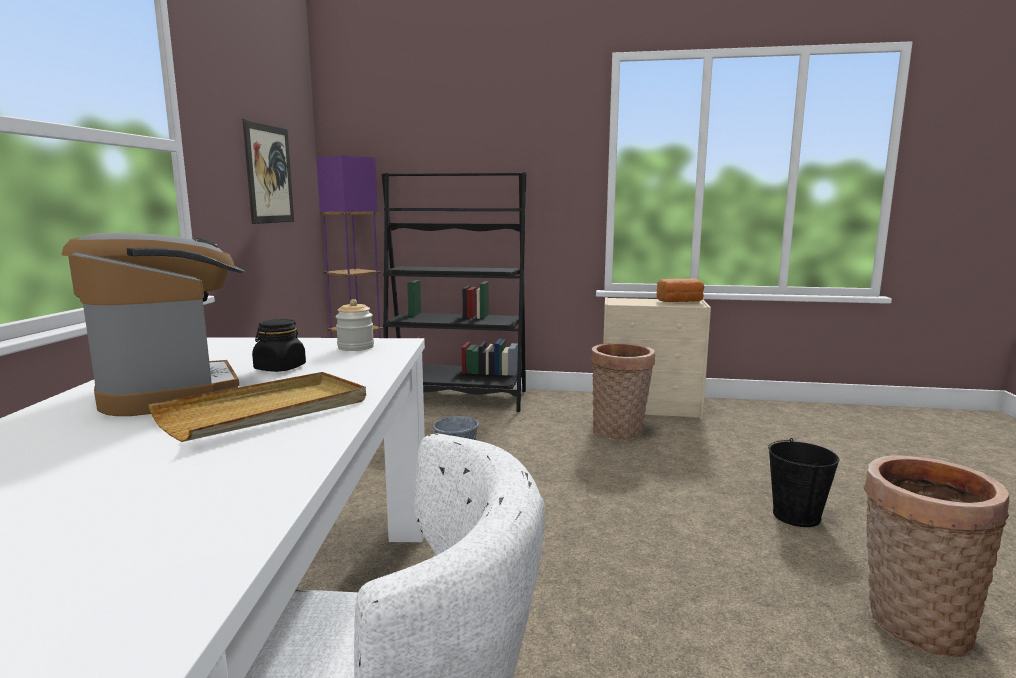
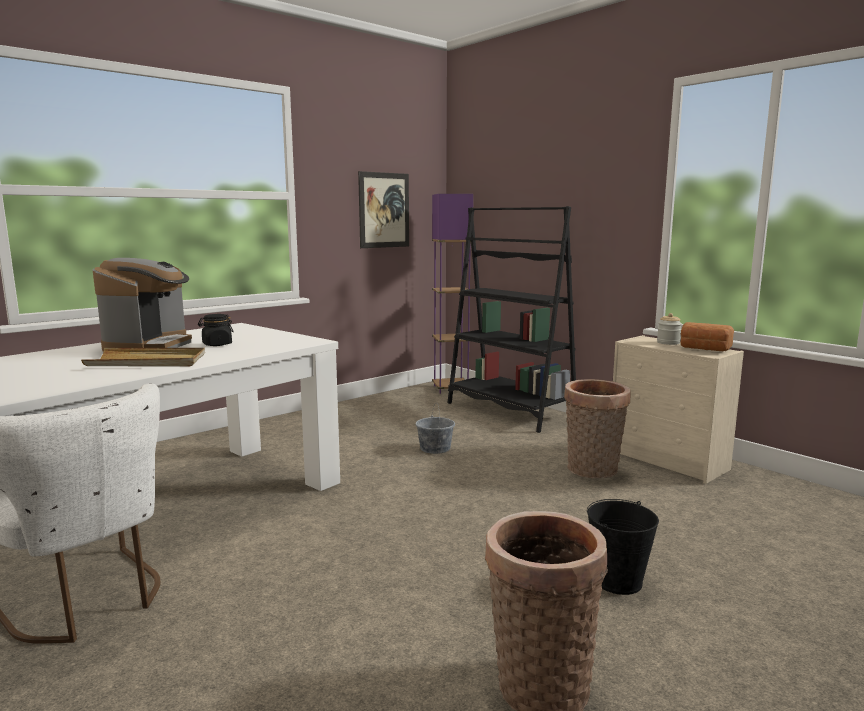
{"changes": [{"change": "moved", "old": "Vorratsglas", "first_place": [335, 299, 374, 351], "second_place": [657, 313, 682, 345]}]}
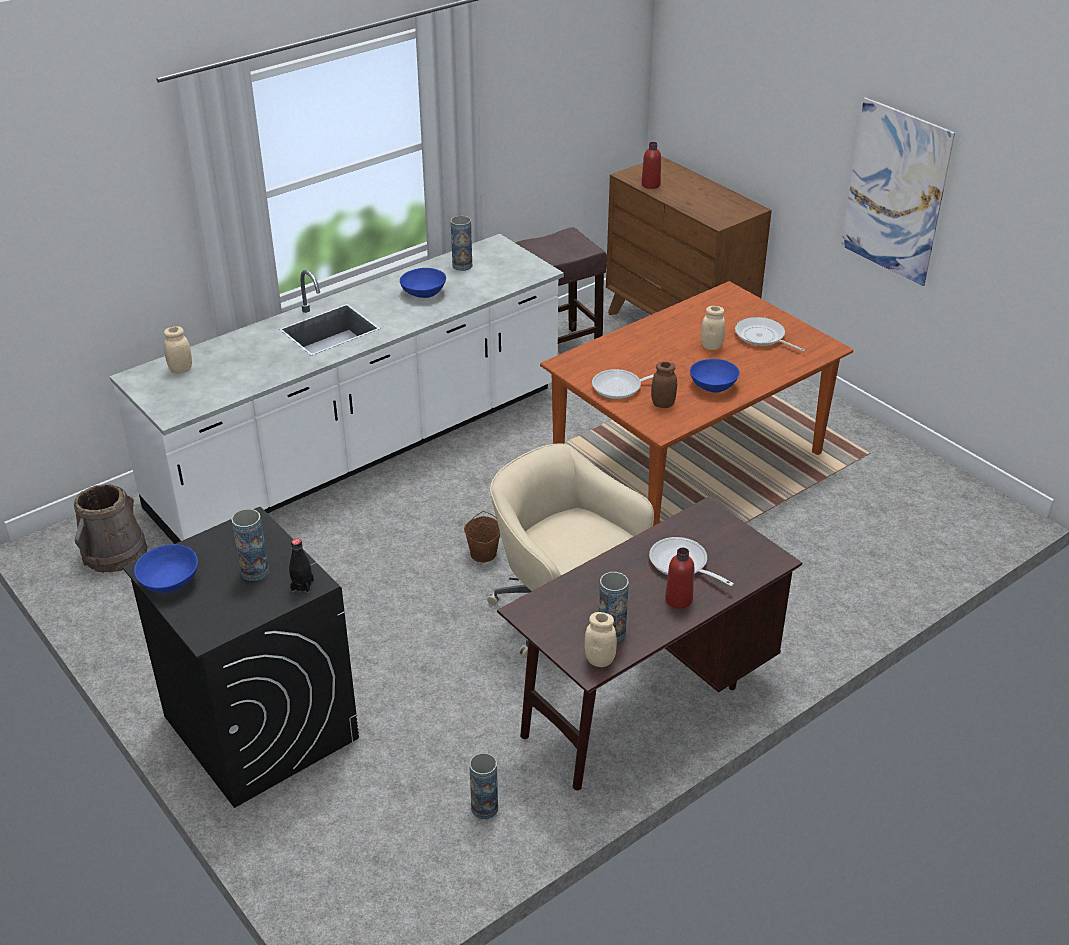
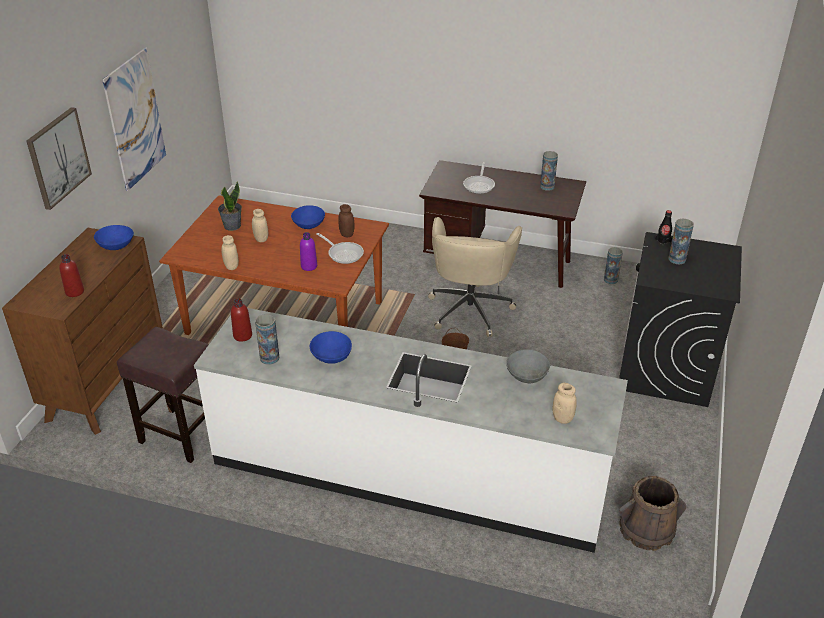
{"changes": [{"change": "moved", "old": "Schüssel [blau]", "first_place": [134, 544, 198, 593], "second_place": [94, 225, 134, 250]}, {"change": "moved", "old": "Vorratsglas [beige]", "first_place": [585, 612, 617, 667], "second_place": [221, 235, 239, 270]}, {"change": "moved", "old": "Flasche [rot]", "first_place": [665, 547, 695, 609], "second_place": [231, 298, 252, 342]}, {"change": "replaced", "old": "Pfanne", "new": "Topfpflanze", "first_place": [735, 317, 805, 352], "second_place": [218, 182, 242, 231]}, {"change": "added", "new": "Bild", "second_place": [27, 107, 92, 210]}, {"change": "added", "new": "Flasche [lila]", "second_place": [300, 232, 317, 271]}, {"change": "added", "new": "Schüssel [grau]", "second_place": [506, 349, 550, 383]}]}
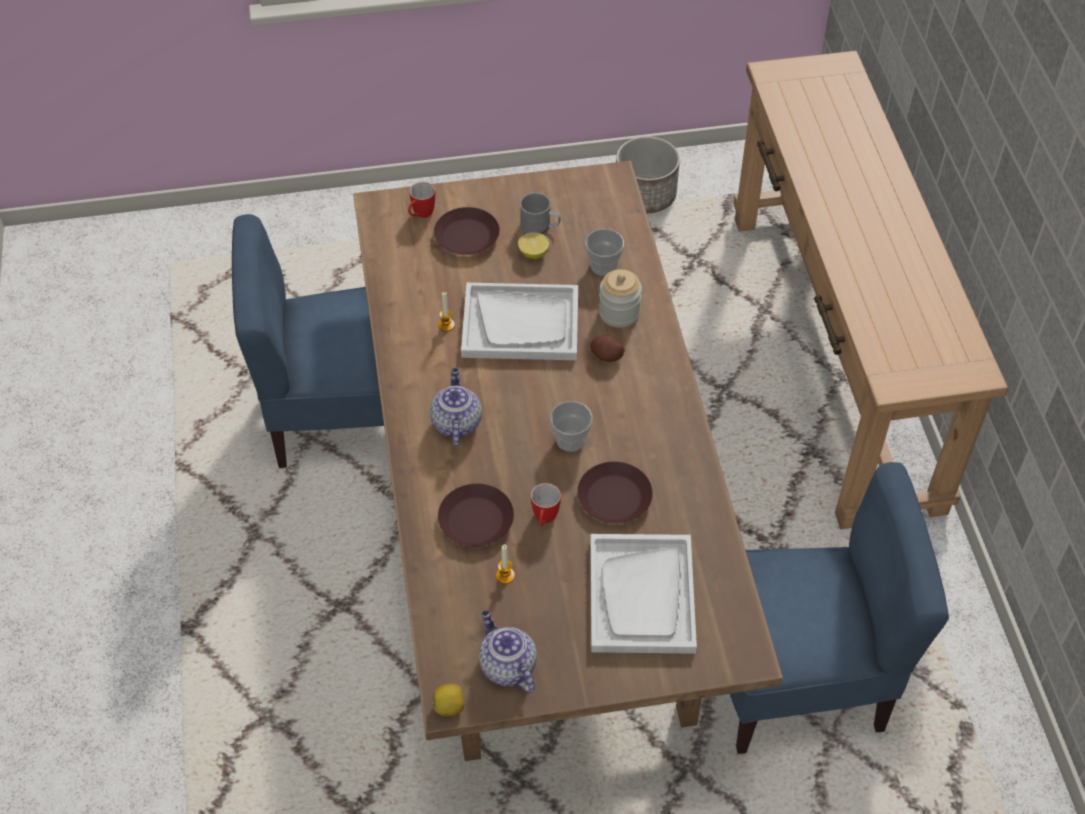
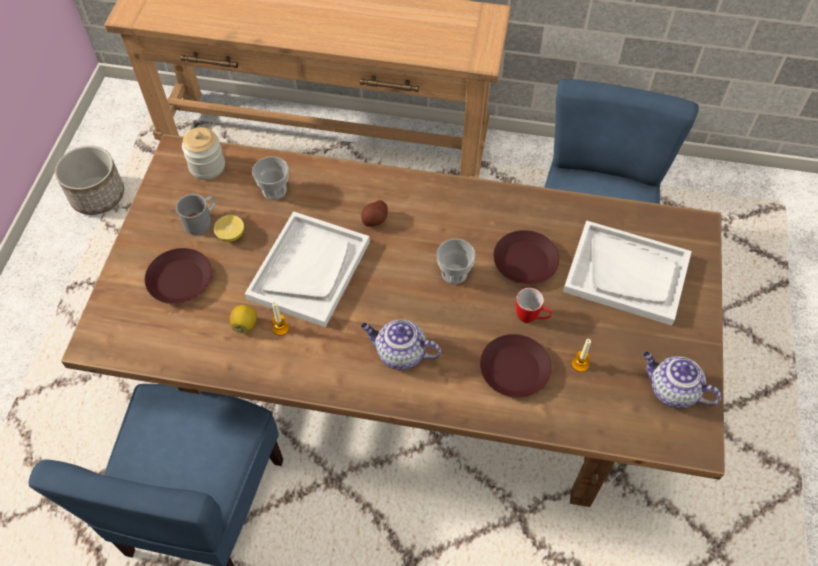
{"changes": [{"change": "removed", "old": "Henkelbecher", "first_place": [408, 182, 435, 218]}, {"change": "moved", "old": "Zitrone", "first_place": [432, 683, 464, 716], "second_place": [230, 305, 257, 334]}, {"change": "turned", "old": "Teekanne", "first_place": [479, 611, 537, 694], "second_place": [643, 352, 721, 408], "degrees": 45}, {"change": "moved", "old": "Vorratsglas", "first_place": [599, 269, 642, 328], "second_place": [182, 127, 225, 180]}]}
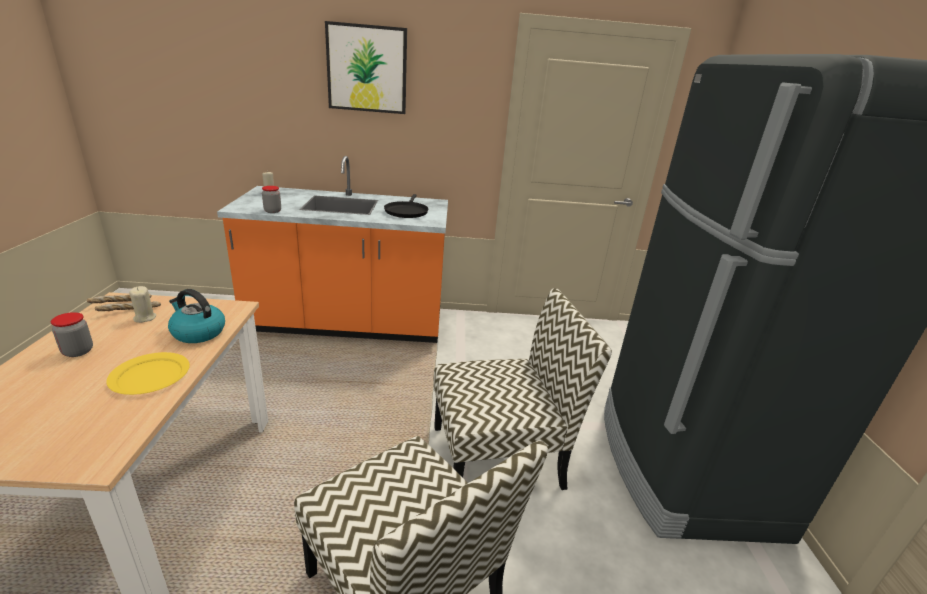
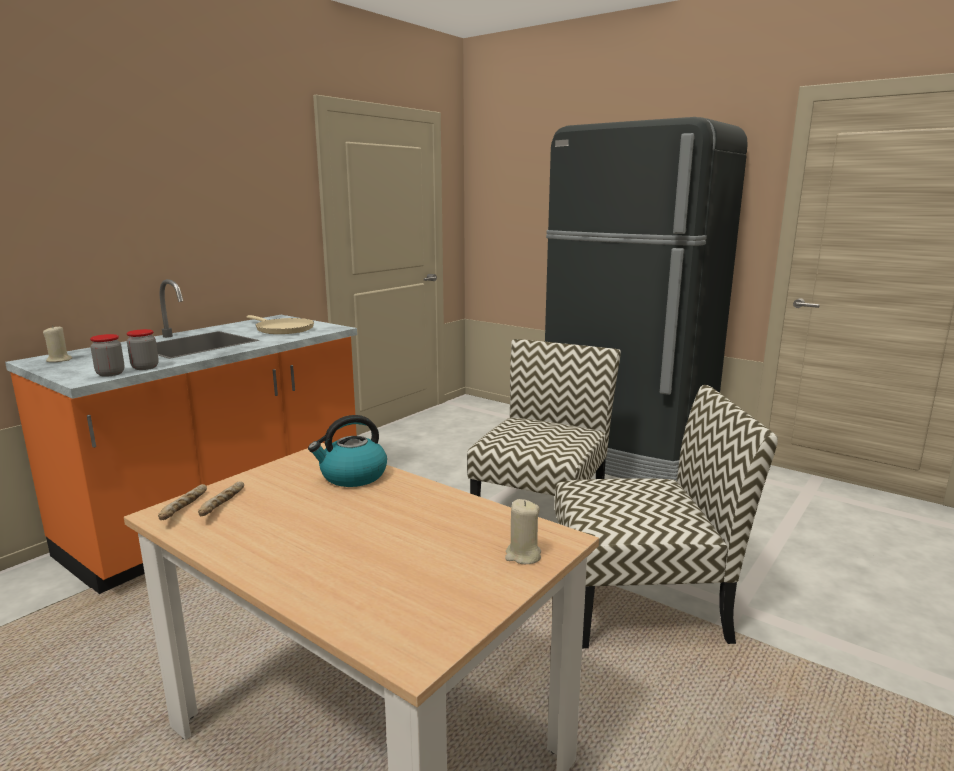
{"changes": [{"change": "moved", "old": "Vorratsglas", "first_place": [51, 312, 93, 357], "second_place": [90, 334, 125, 377]}, {"change": "removed", "old": "Teller [gelb]", "first_place": [106, 352, 190, 395]}, {"change": "moved", "old": "Kerze [beige]", "first_place": [129, 286, 156, 323], "second_place": [505, 499, 541, 564]}, {"change": "removed", "old": "Bild", "first_place": [325, 21, 407, 114]}, {"change": "recoloured", "old": "Pfanne [schwarz]", "new": "Pfanne [beige]", "first_place": [384, 194, 428, 218], "second_place": [247, 315, 314, 334]}]}
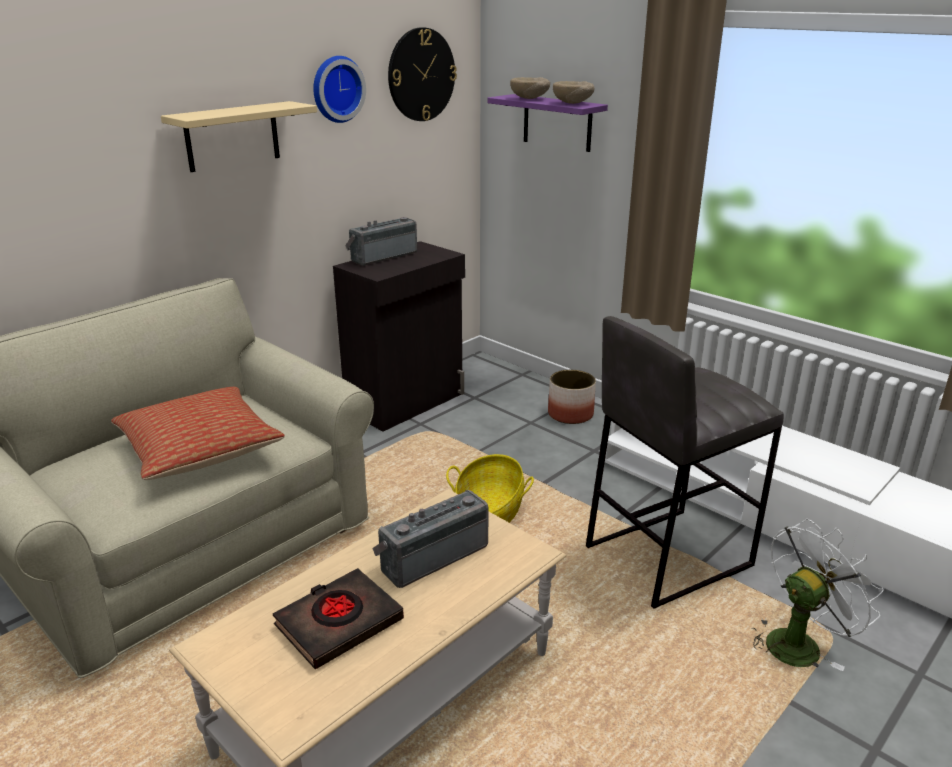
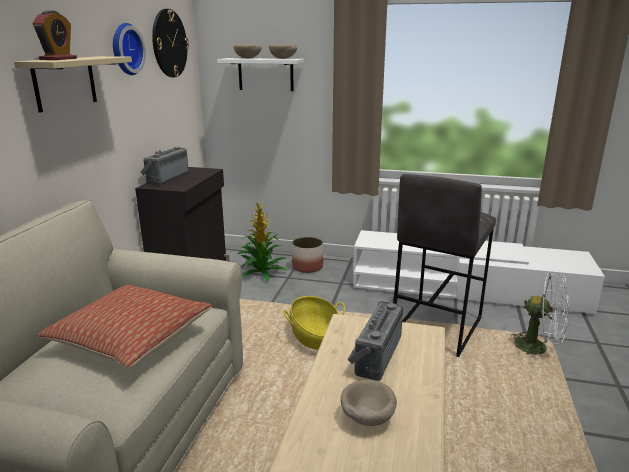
{"changes": [{"change": "replaced", "old": "Buch [schwarz]", "new": "Schüssel [beige]", "first_place": [273, 568, 404, 669], "second_place": [341, 380, 397, 426]}, {"change": "recoloured", "old": "Wandregal [lila]", "new": "Wandregal [weiß]", "first_place": [487, 94, 608, 152], "second_place": [217, 58, 304, 91]}, {"change": "turned", "old": "Ventilator [weiß]", "first_place": [753, 519, 884, 671], "second_place": [511, 273, 569, 355], "degrees": 90}, {"change": "added", "new": "Wecker", "second_place": [33, 10, 77, 60]}, {"change": "added", "new": "Topfpflanze", "second_place": [238, 201, 287, 281]}]}
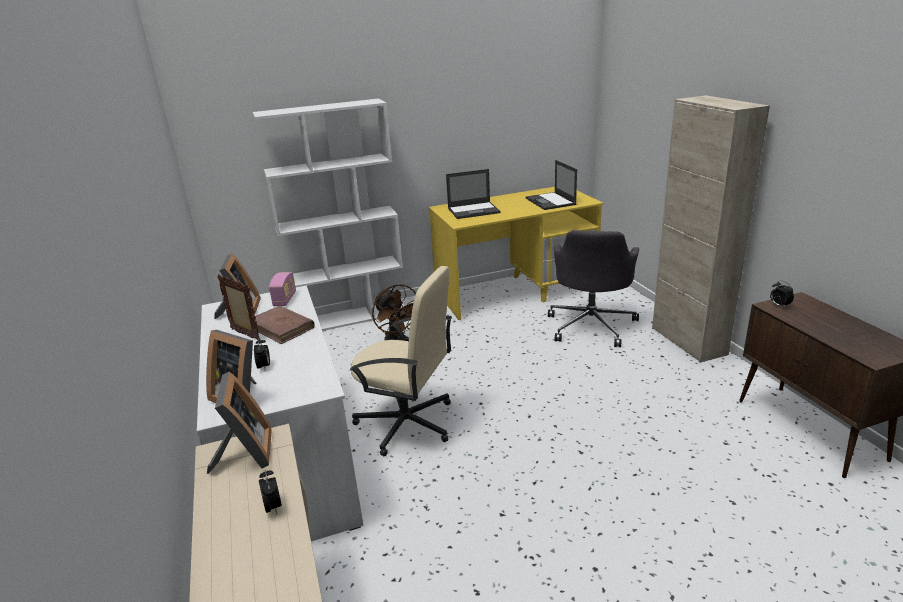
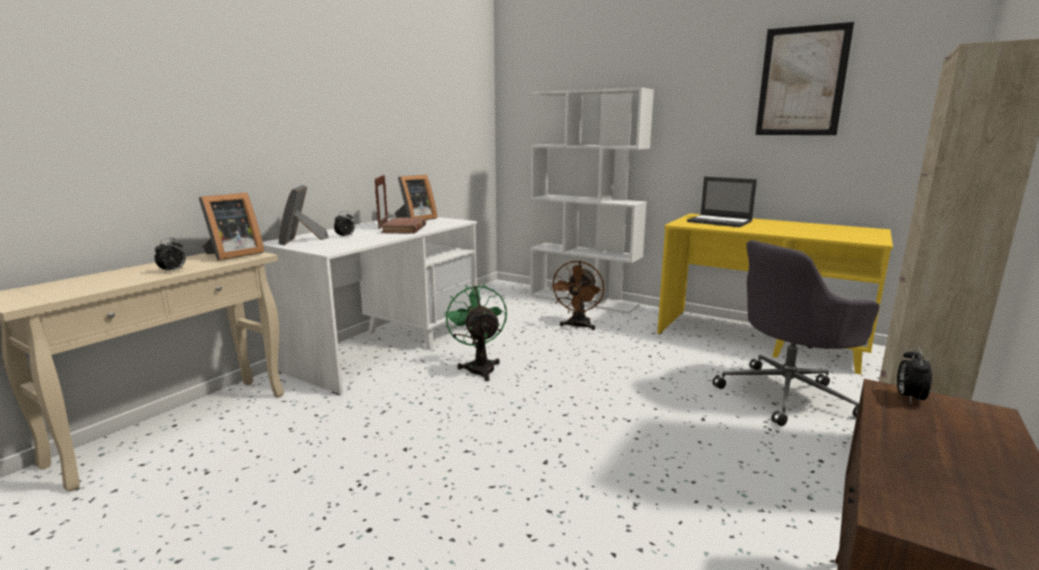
{"changes": [{"change": "removed", "old": "Radio", "first_place": [269, 272, 296, 306]}, {"change": "replaced", "old": "Bürostuhl [beige]", "new": "Ventilator [grün]", "first_place": [350, 266, 452, 456], "second_place": [444, 284, 507, 381]}, {"change": "removed", "old": "Laptop", "first_place": [526, 160, 577, 210]}, {"change": "added", "new": "Bild", "second_place": [755, 22, 854, 135]}]}
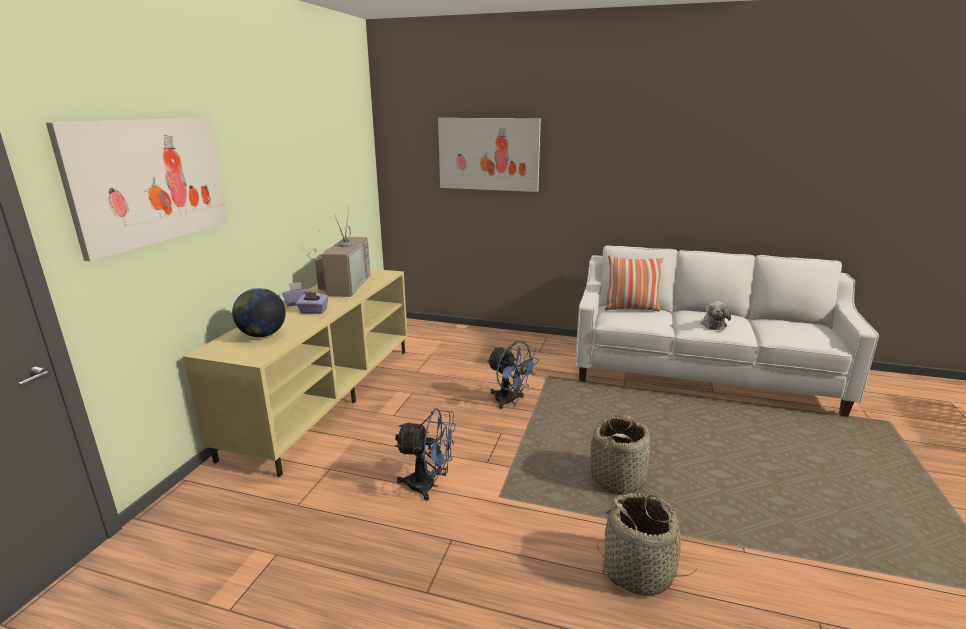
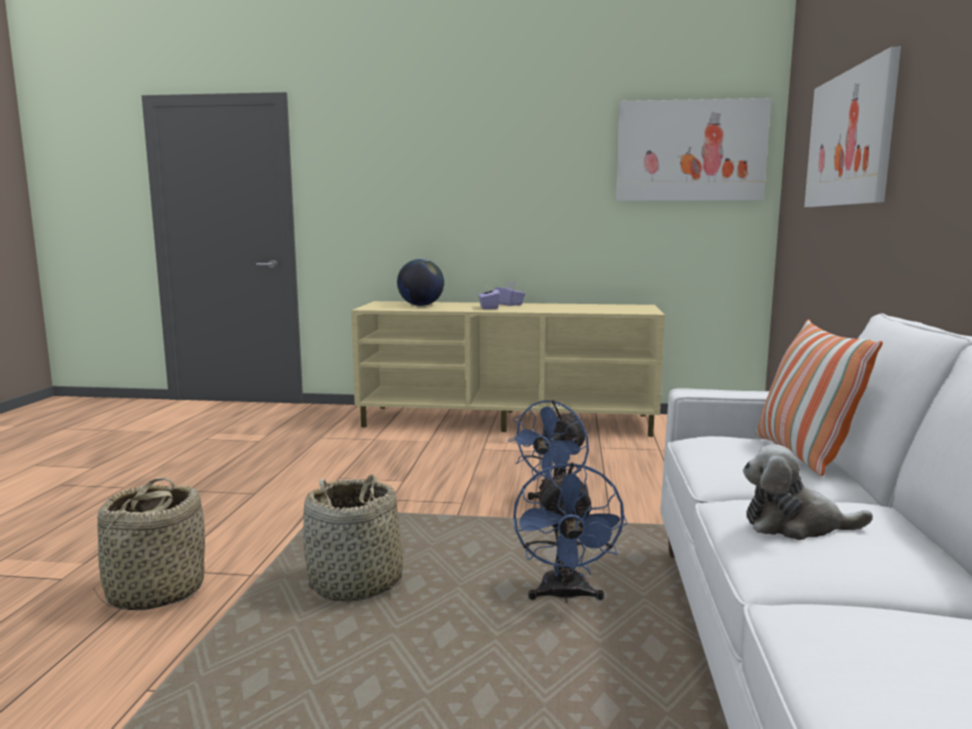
{"changes": [{"change": "moved", "old": "Bild", "first_place": [46, 117, 228, 261], "second_place": [616, 98, 771, 201]}, {"change": "removed", "old": "Fernseher", "first_place": [315, 209, 371, 297]}, {"change": "moved", "old": "Ventilator [blau]", "first_place": [395, 408, 456, 501], "second_place": [513, 463, 628, 603]}]}
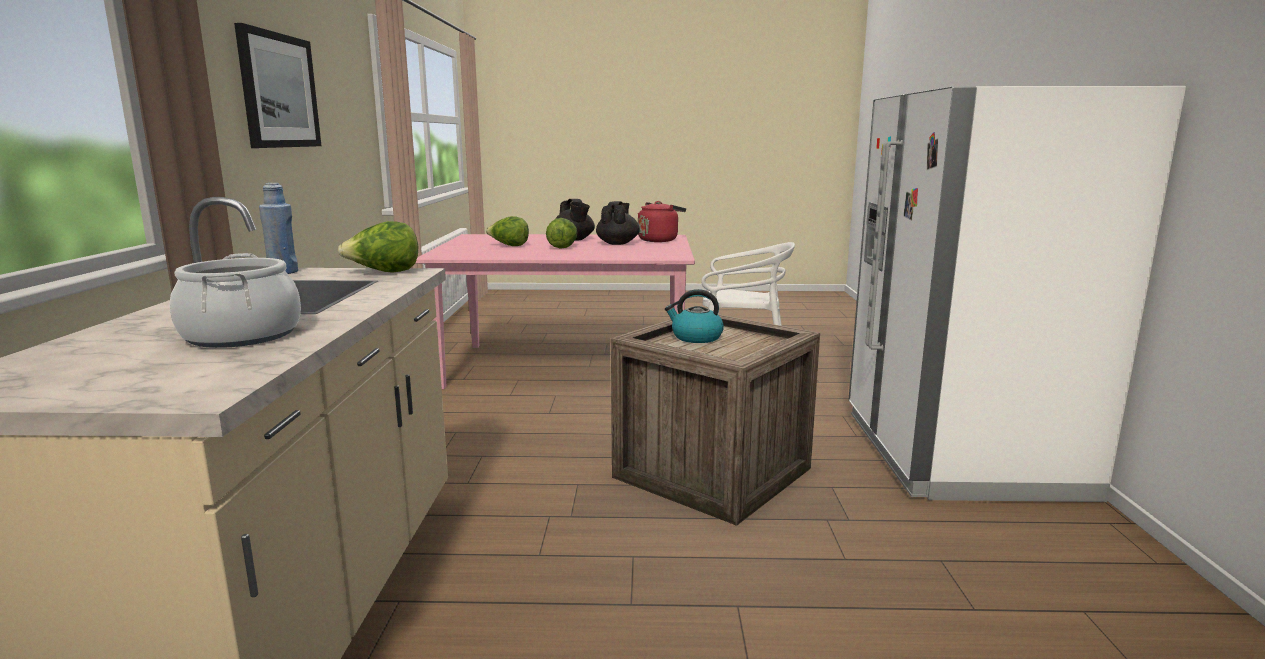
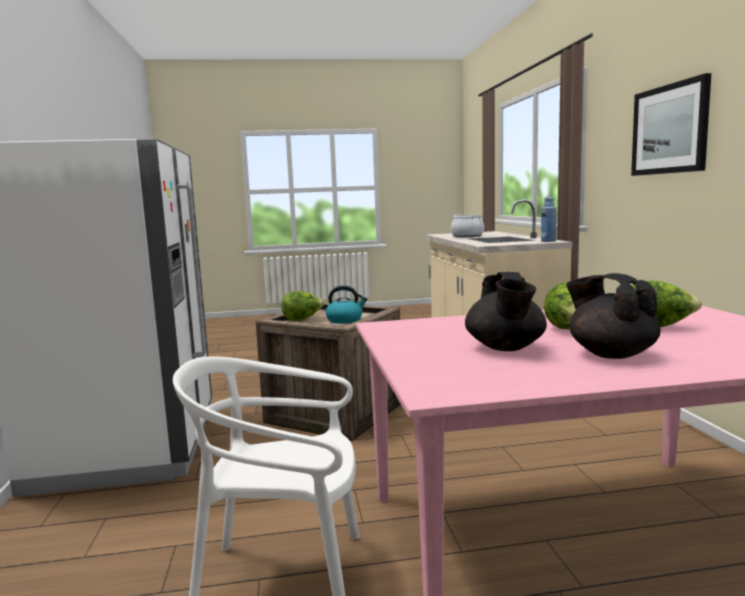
{"changes": [{"change": "moved", "old": "Salatkopf", "first_place": [338, 221, 418, 273], "second_place": [281, 291, 324, 321]}, {"change": "removed", "old": "Wasserkessel [rot]", "first_place": [638, 201, 686, 242]}]}
